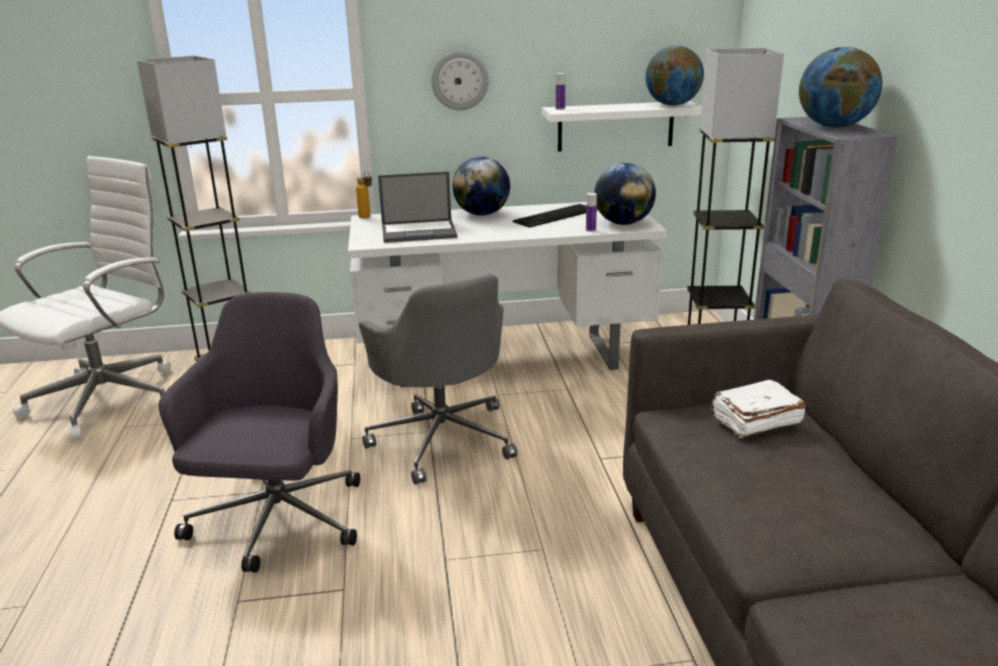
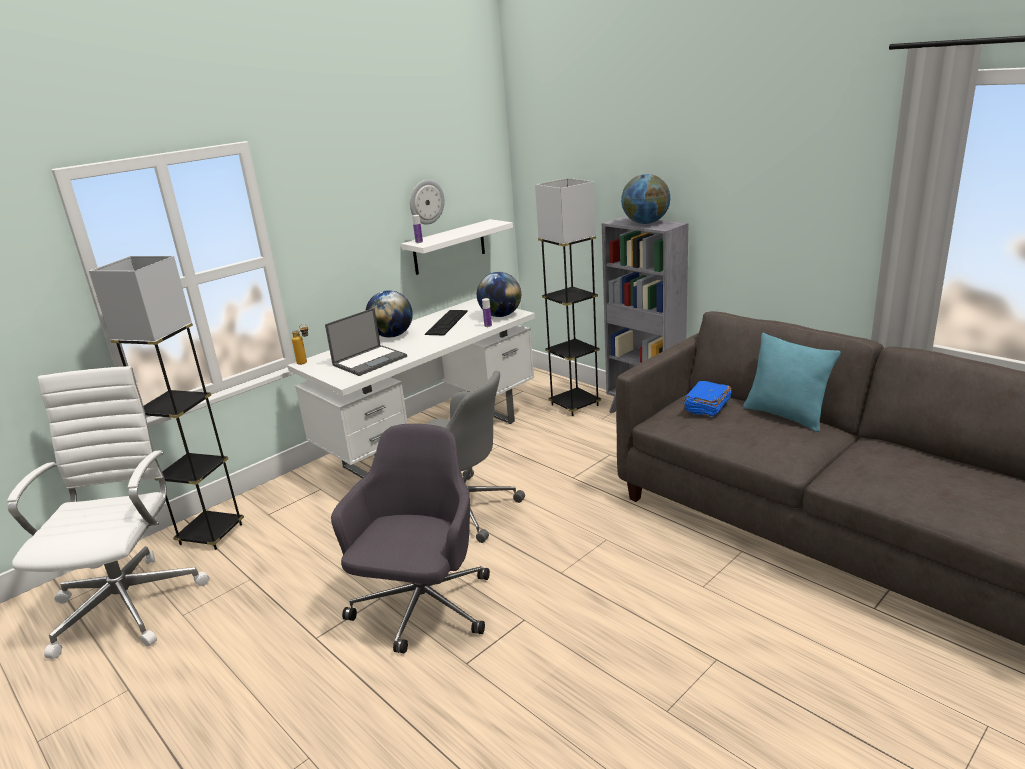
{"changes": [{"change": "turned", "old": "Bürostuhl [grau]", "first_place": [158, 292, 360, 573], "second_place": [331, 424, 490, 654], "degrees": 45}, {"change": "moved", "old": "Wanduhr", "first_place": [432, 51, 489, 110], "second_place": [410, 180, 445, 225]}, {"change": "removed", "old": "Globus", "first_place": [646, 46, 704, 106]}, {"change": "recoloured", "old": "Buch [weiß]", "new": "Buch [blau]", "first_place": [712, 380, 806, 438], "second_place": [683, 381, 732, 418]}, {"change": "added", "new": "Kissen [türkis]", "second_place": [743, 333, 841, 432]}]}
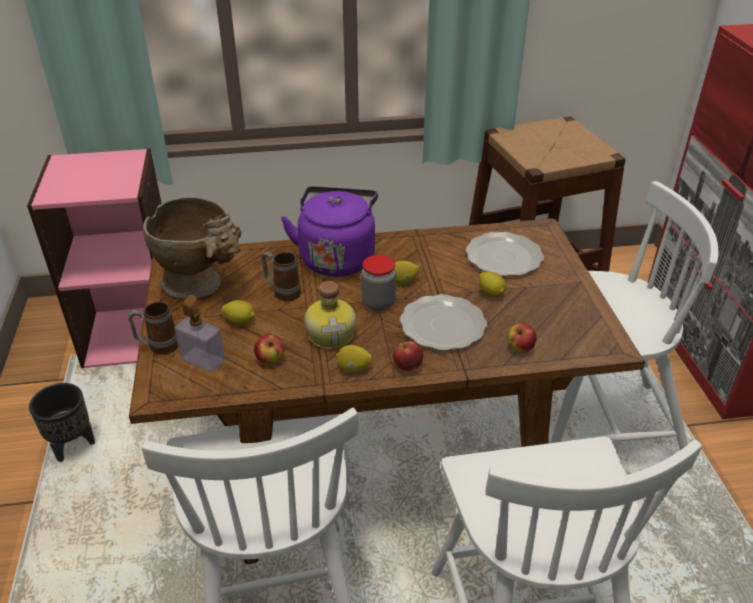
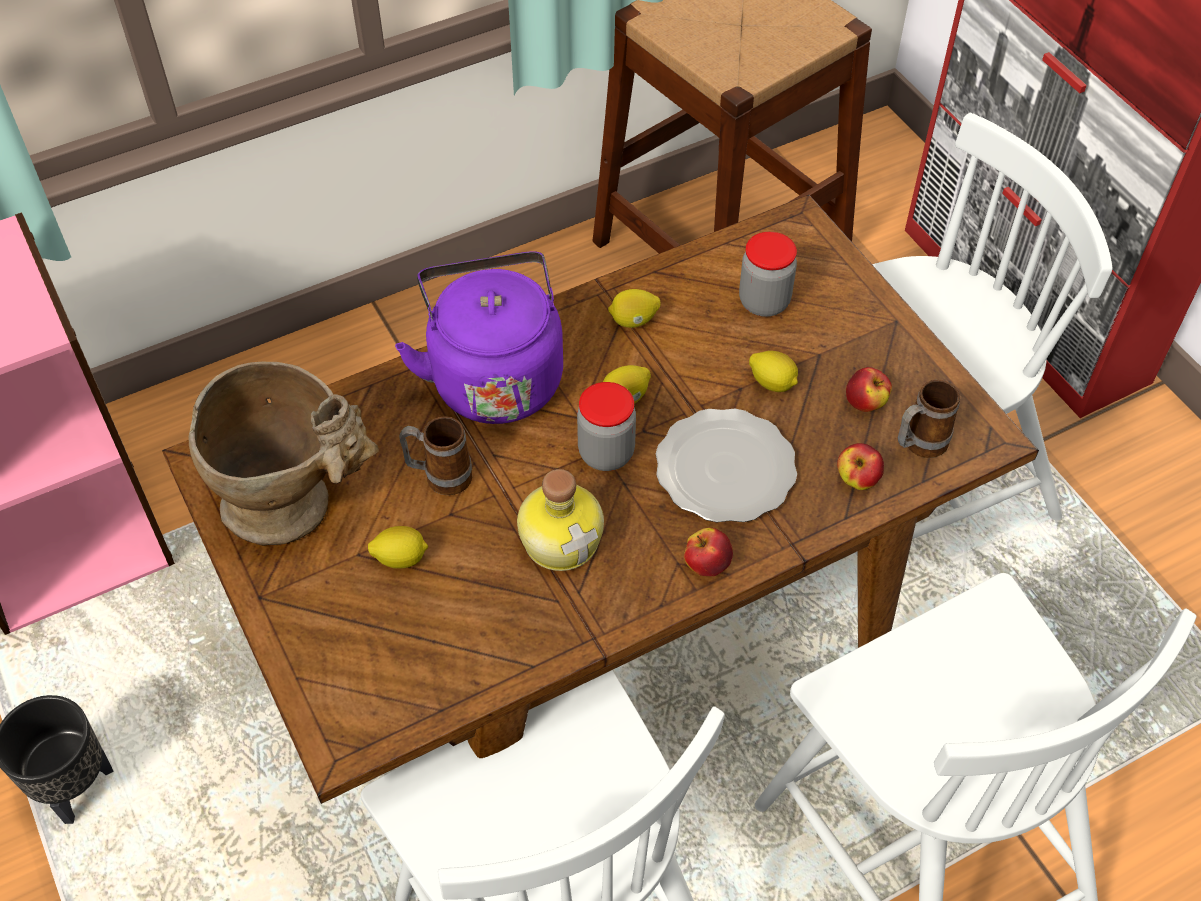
{"changes": [{"change": "moved", "old": "Henkelbecher", "first_place": [128, 302, 178, 355], "second_place": [898, 380, 960, 458]}, {"change": "removed", "old": "Seifenspender", "first_place": [174, 295, 225, 373]}, {"change": "moved", "old": "Apfel", "first_place": [254, 334, 284, 364], "second_place": [846, 367, 892, 412]}, {"change": "moved", "old": "Zitrone", "first_place": [336, 345, 372, 372], "second_place": [608, 289, 660, 328]}, {"change": "replaced", "old": "Teller", "new": "Vorratsglas", "first_place": [466, 232, 544, 276], "second_place": [739, 232, 797, 317]}]}
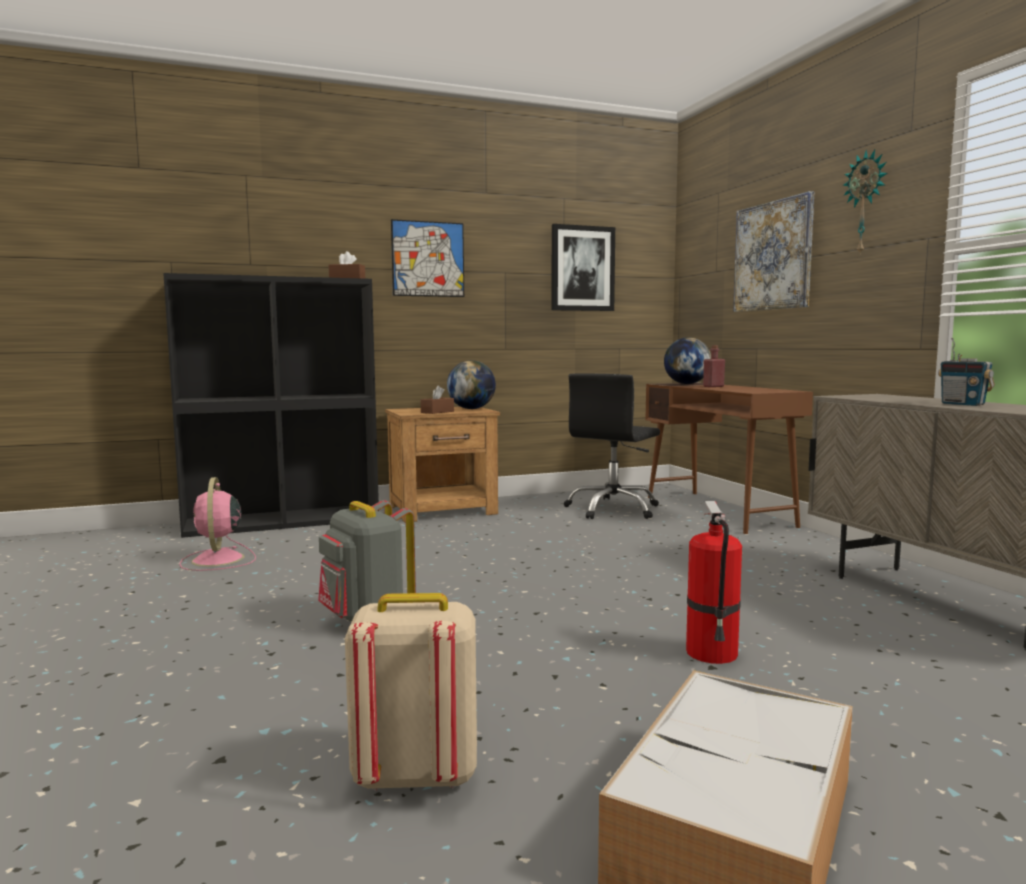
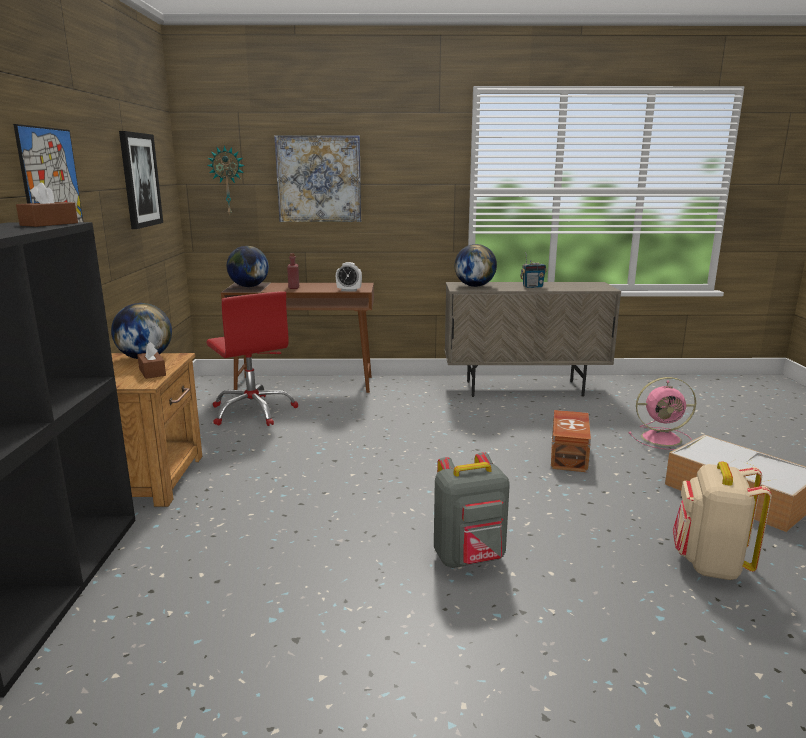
{"changes": [{"change": "moved", "old": "Ventilator [rosa]", "first_place": [179, 477, 256, 571], "second_place": [629, 377, 696, 450]}, {"change": "recoloured", "old": "Bürostuhl [schwarz]", "new": "Bürostuhl [rot]", "first_place": [563, 373, 660, 519], "second_place": [206, 291, 298, 426]}, {"change": "replaced", "old": "Feuerlöscher", "new": "Aufbewahrungsbox [braun]", "first_place": [686, 501, 742, 664], "second_place": [551, 410, 591, 473]}, {"change": "moved", "old": "Wanduhr", "first_place": [843, 150, 888, 253], "second_place": [207, 145, 245, 215]}, {"change": "added", "new": "Wecker", "second_place": [336, 262, 362, 292]}, {"change": "added", "new": "Globus", "second_place": [455, 244, 497, 287]}]}
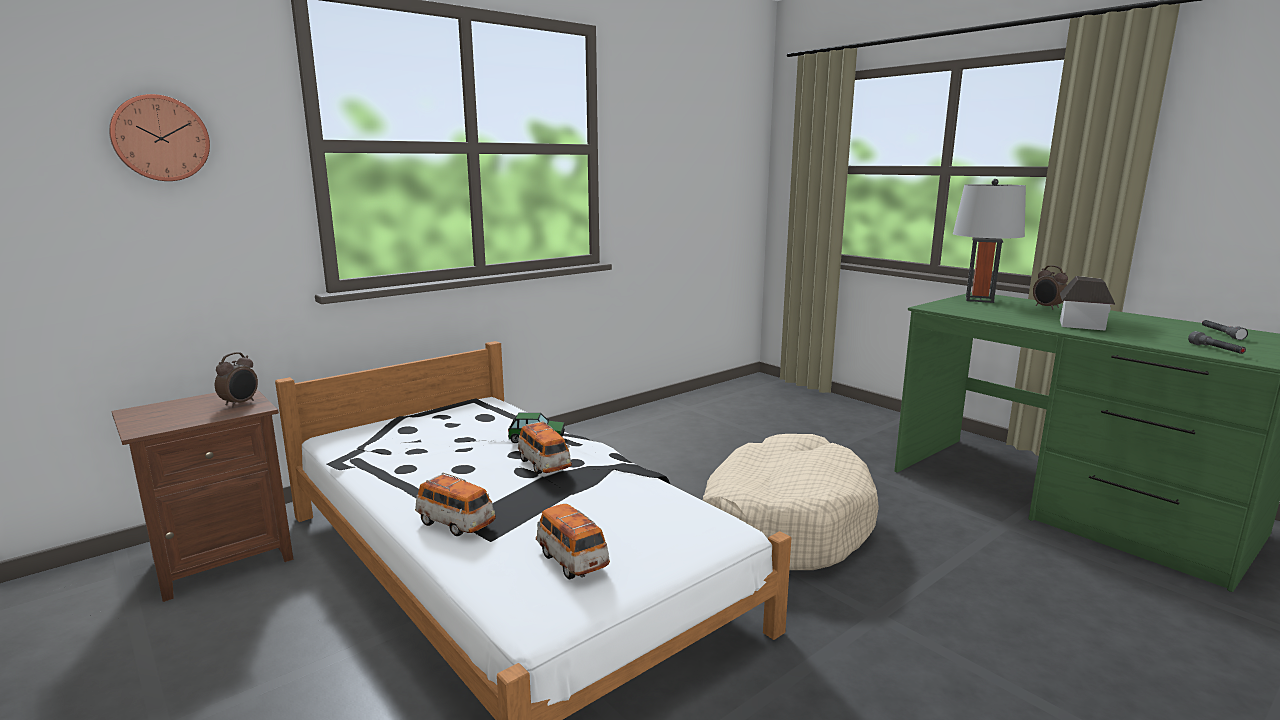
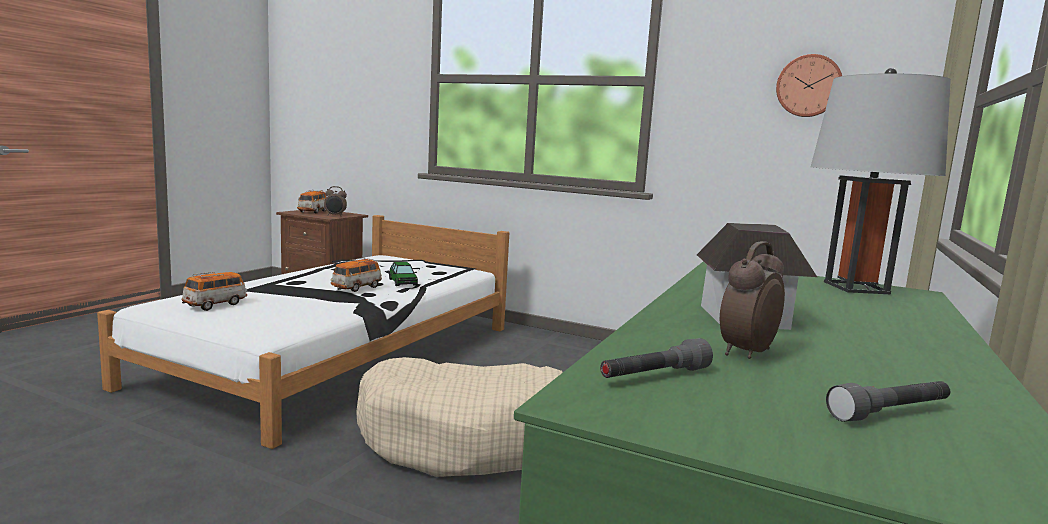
{"changes": [{"change": "moved", "old": "Wanduhr", "first_place": [109, 94, 210, 181], "second_place": [776, 54, 842, 117]}, {"change": "moved", "old": "Spielzeugauto", "first_place": [415, 473, 496, 536], "second_place": [297, 190, 327, 213]}, {"change": "moved", "old": "Wecker", "first_place": [1033, 265, 1068, 310], "second_place": [720, 241, 785, 359]}]}
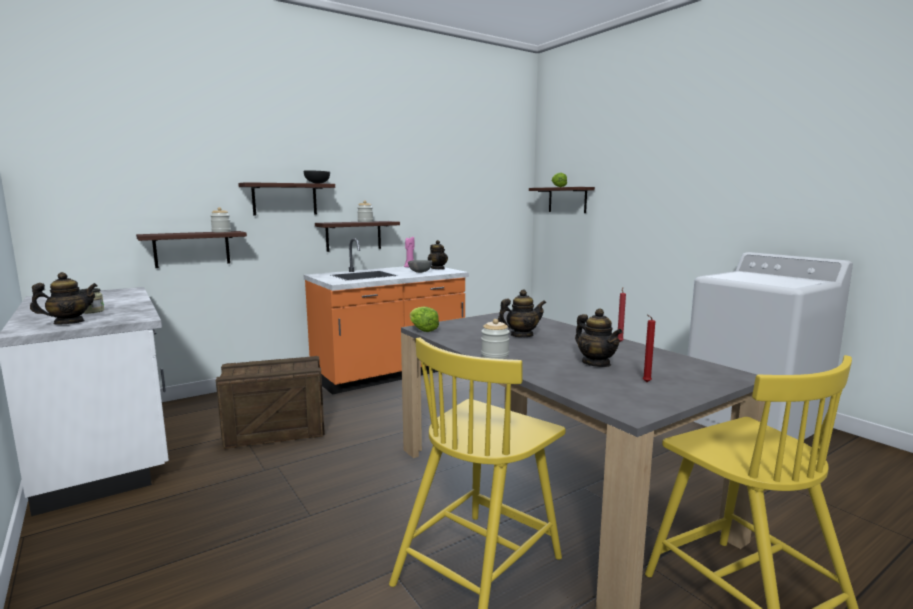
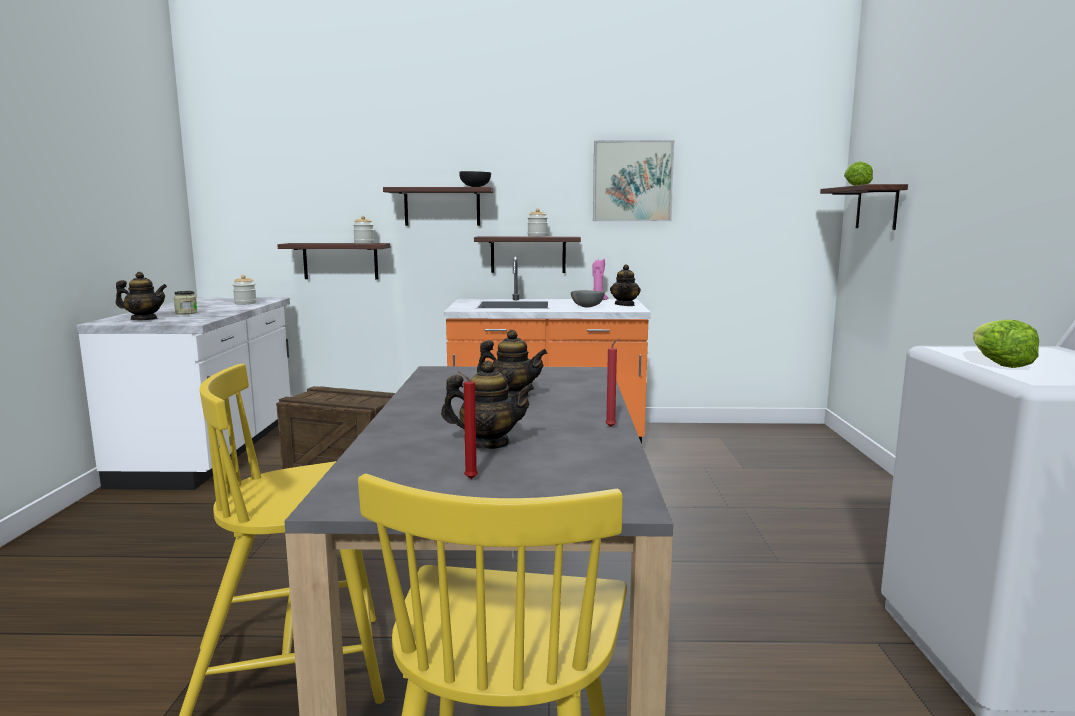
{"changes": [{"change": "moved", "old": "Salatkopf", "first_place": [410, 306, 439, 332], "second_place": [973, 320, 1039, 368]}, {"change": "moved", "old": "Vorratsglas", "first_place": [481, 319, 510, 359], "second_place": [233, 275, 257, 305]}, {"change": "turned", "old": "Teekanne", "first_place": [575, 309, 622, 367], "second_place": [441, 360, 535, 449], "degrees": -90}, {"change": "added", "new": "Bild", "second_place": [593, 140, 674, 221]}]}
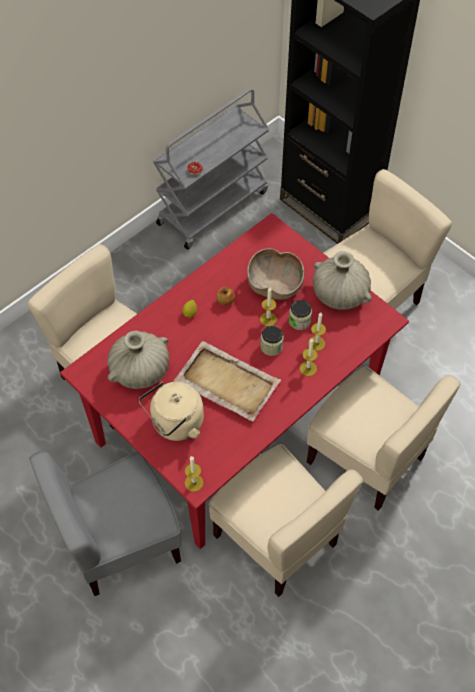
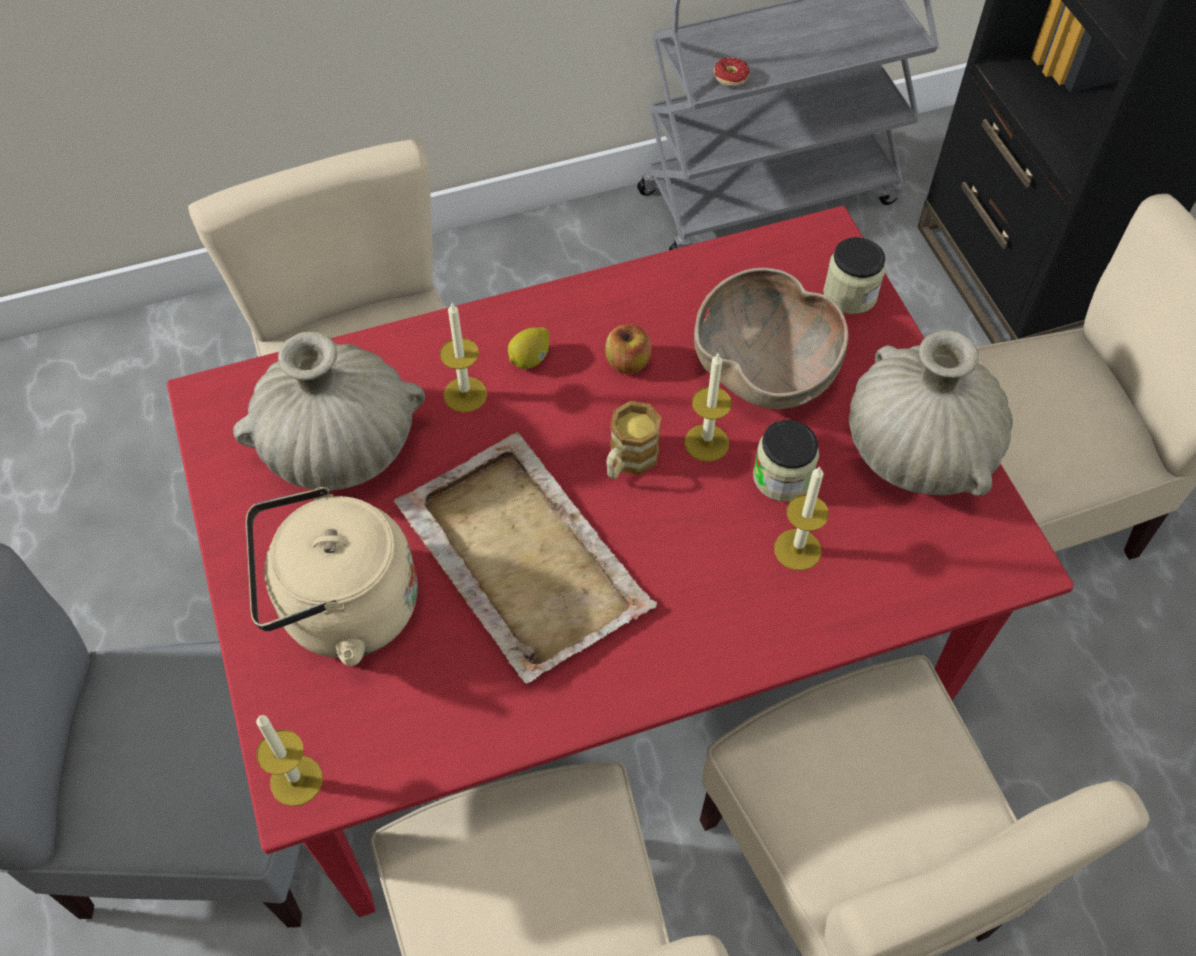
{"changes": [{"change": "moved", "old": "Vorratsglas", "first_place": [260, 326, 284, 356], "second_place": [823, 237, 886, 314]}, {"change": "moved", "old": "Kerze", "first_place": [300, 339, 318, 376], "second_place": [440, 303, 487, 413]}, {"change": "added", "new": "Henkelbecher", "second_place": [606, 401, 661, 479]}]}
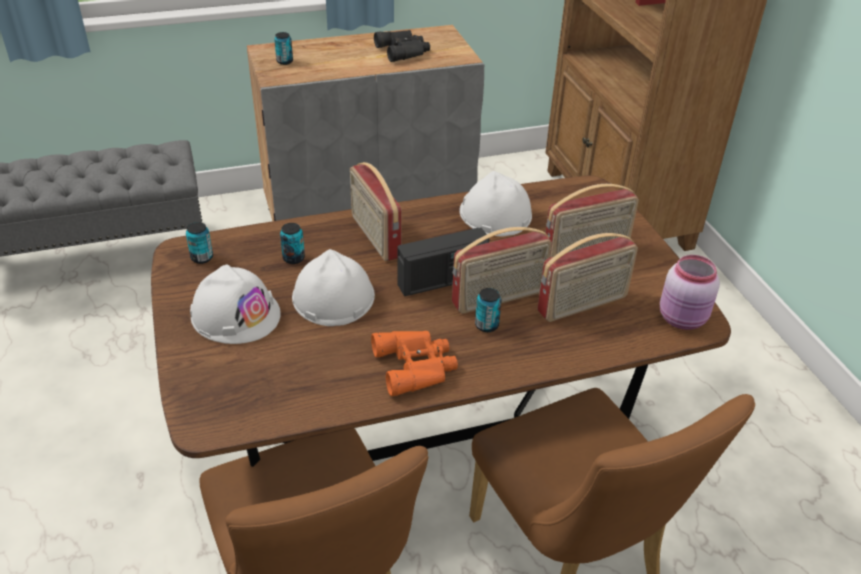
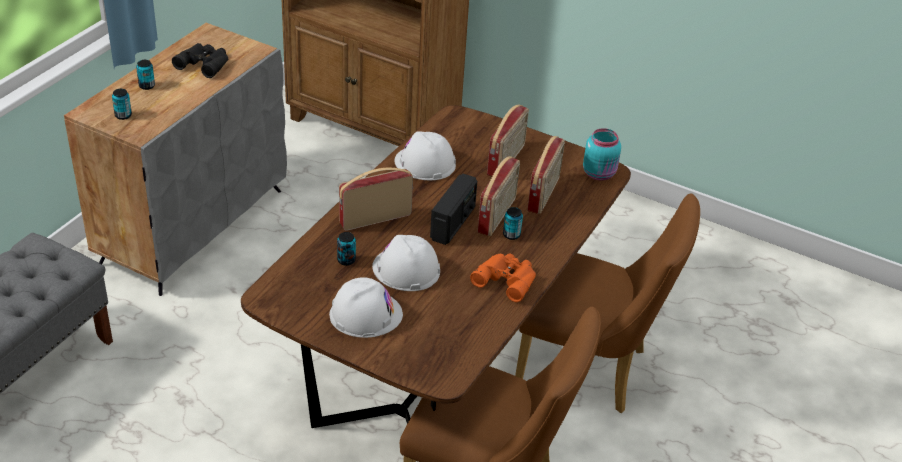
{"changes": [{"change": "moved", "old": "Dose", "first_place": [186, 222, 213, 264], "second_place": [136, 60, 155, 90]}, {"change": "turned", "old": "Radio", "first_place": [350, 162, 402, 261], "second_place": [339, 168, 413, 231], "degrees": 135}, {"change": "recoloured", "old": "Vorratsglas [rosa]", "new": "Vorratsglas [türkis]", "first_place": [660, 255, 720, 330], "second_place": [583, 128, 621, 180]}]}
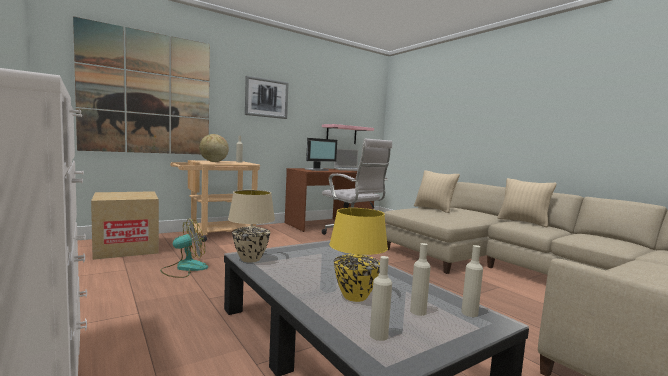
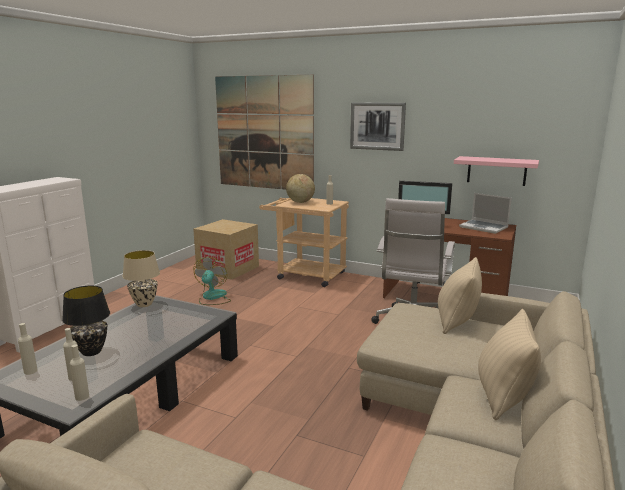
{"changes": [{"change": "turned", "old": "Ventilator", "first_place": [160, 219, 208, 278], "second_place": [193, 257, 231, 305], "degrees": -105}, {"change": "recoloured", "old": "Tischlampe [gelb]", "new": "Tischlampe [schwarz]", "first_place": [329, 208, 388, 302], "second_place": [62, 286, 110, 356]}]}
